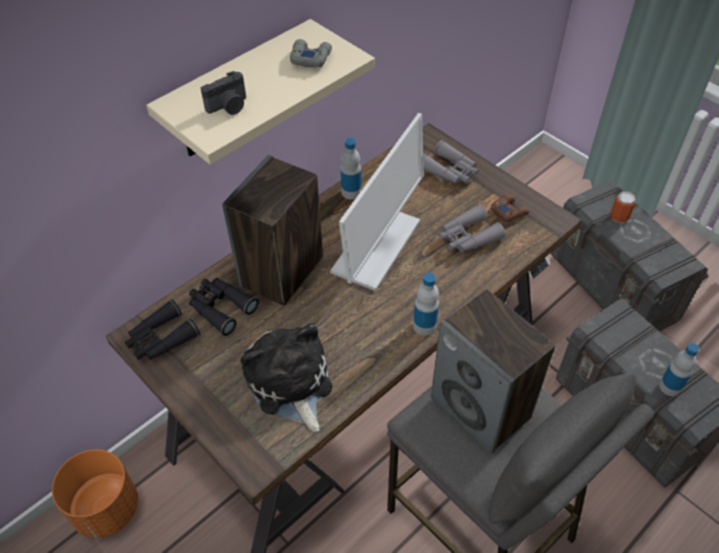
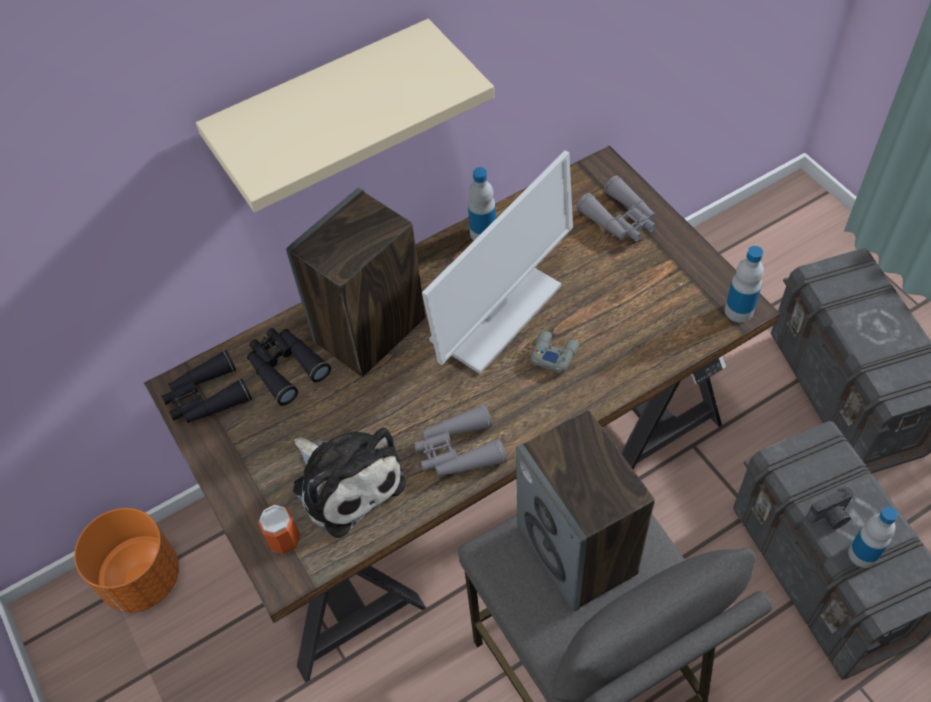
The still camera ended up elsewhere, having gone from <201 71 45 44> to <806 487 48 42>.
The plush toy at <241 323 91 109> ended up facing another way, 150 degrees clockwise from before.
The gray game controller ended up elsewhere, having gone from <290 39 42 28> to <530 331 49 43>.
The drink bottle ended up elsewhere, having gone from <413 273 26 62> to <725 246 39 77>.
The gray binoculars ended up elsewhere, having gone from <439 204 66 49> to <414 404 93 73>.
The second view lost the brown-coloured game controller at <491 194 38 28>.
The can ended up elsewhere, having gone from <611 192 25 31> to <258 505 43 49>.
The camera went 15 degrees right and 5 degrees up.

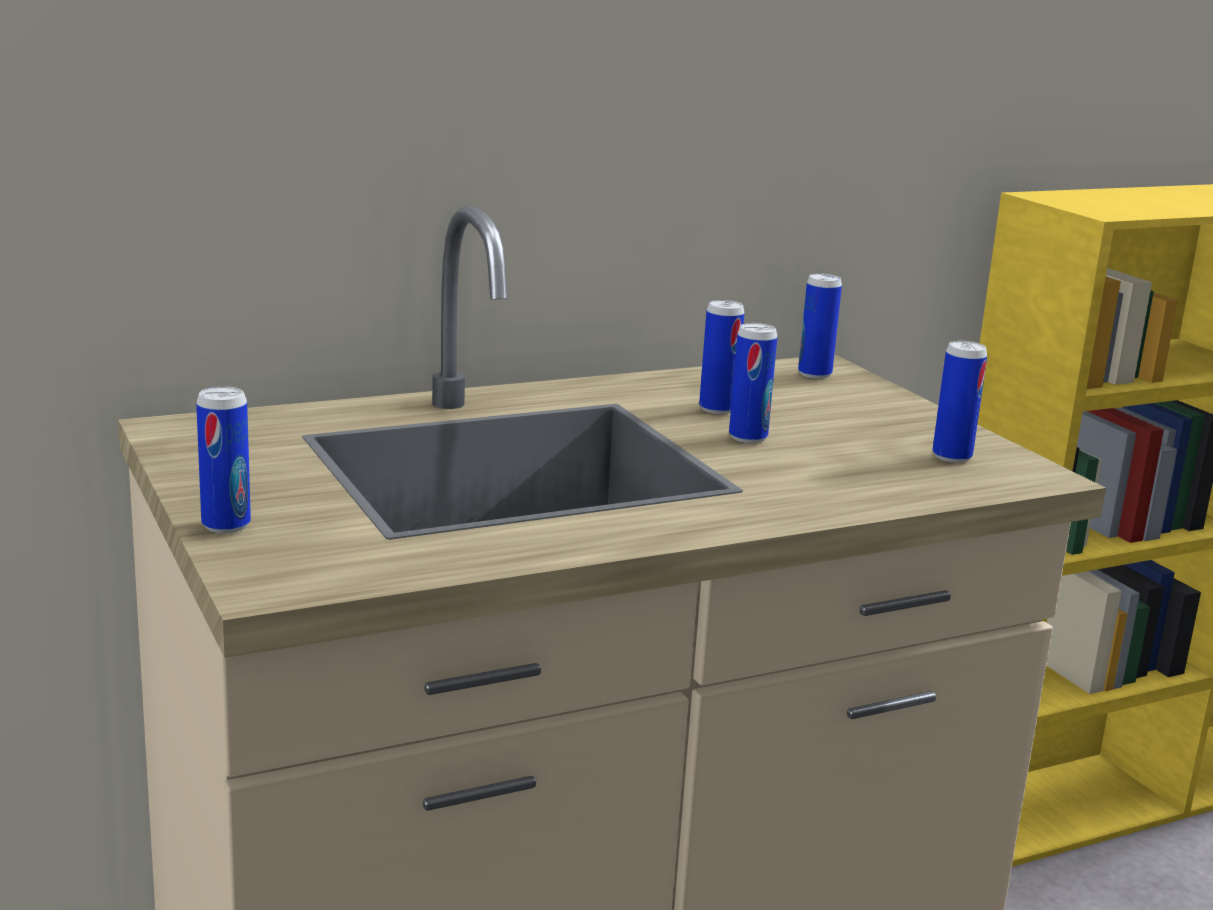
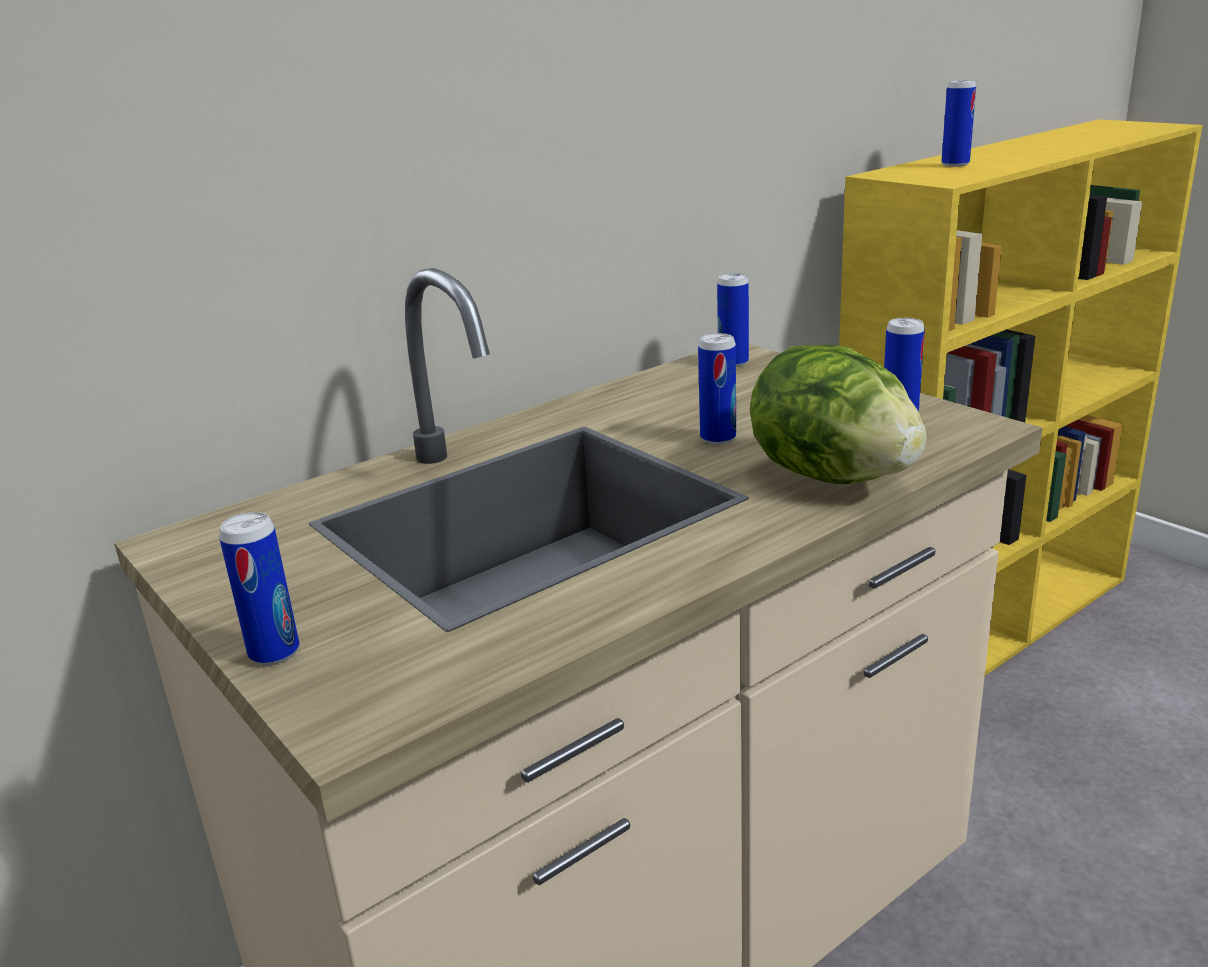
The can ended up elsewhere, having gone from <699 300 46 114> to <941 80 35 87>.
The second view gained the head of lettuce at <750 345 176 139>.
The camera went 10 degrees left and 5 degrees up.

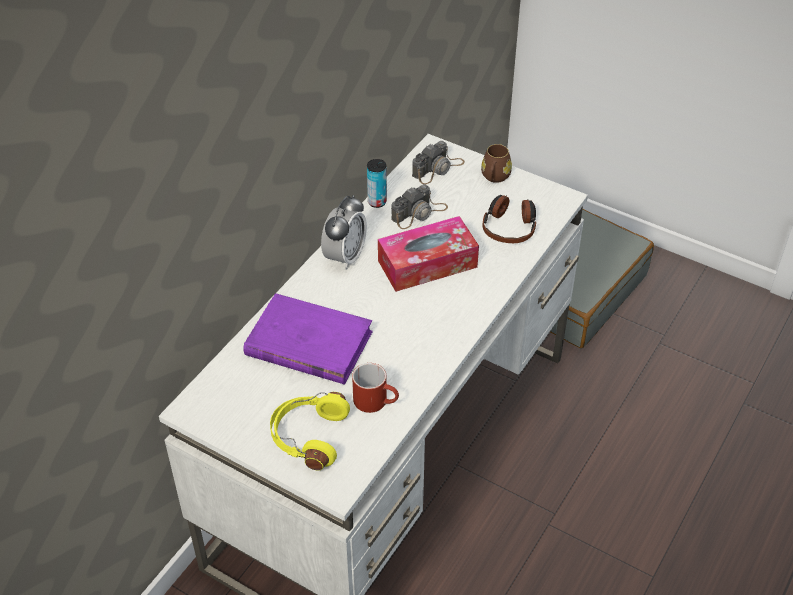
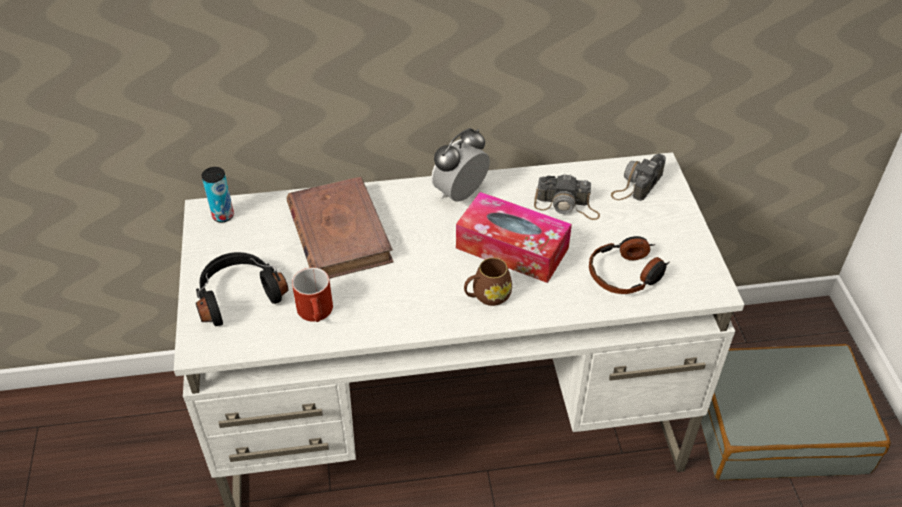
What was the purplish volume at <243 293 130 92> turned into the brown-coloured volume at <287 177 106 102>.
What was the yellow-coloured pair of headphones at <270 392 80 79> turned into the black pair of headphones at <196 252 92 74>.
The bedside clock at <321 195 46 75> ended up facing another way, 150 degrees clockwise from before.
The can ended up elsewhere, having gone from <367 159 20 49> to <202 167 32 56>.
The still camera at <412 141 53 43> ended up facing another way, 120 degrees clockwise from before.
The brown-coloured tea mug ended up elsewhere, having gone from <481 144 31 39> to <464 258 48 48>.
The camera went 50 degrees right and 0 degrees up.

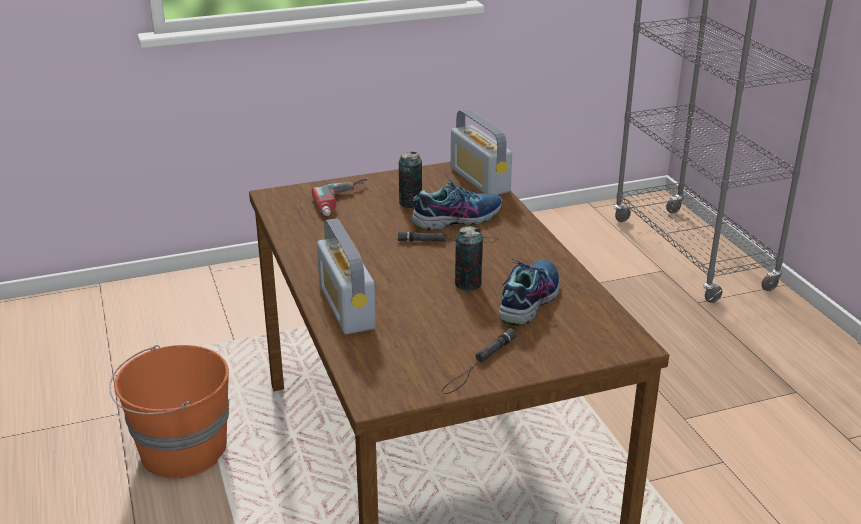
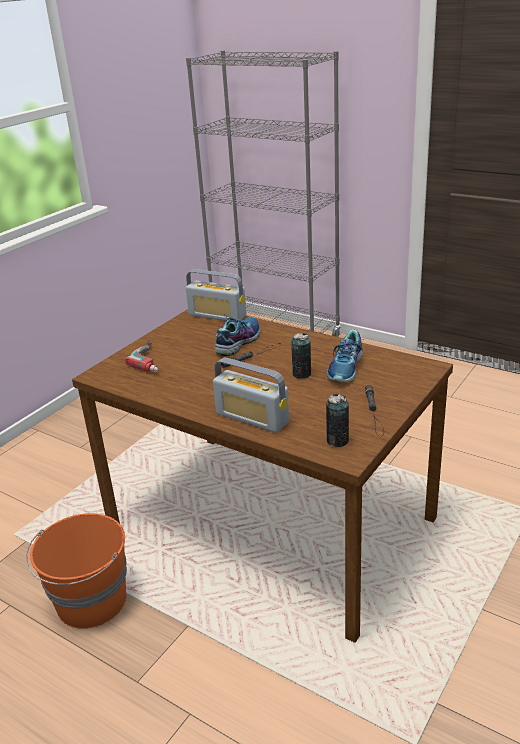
The can ended up elsewhere, having gone from <398 152 24 56> to <326 394 23 53>.
The low shoe at <499 256 61 70> ended up facing another way, 150 degrees counterclockwise from before.
The camera went 35 degrees left and 0 degrees up.

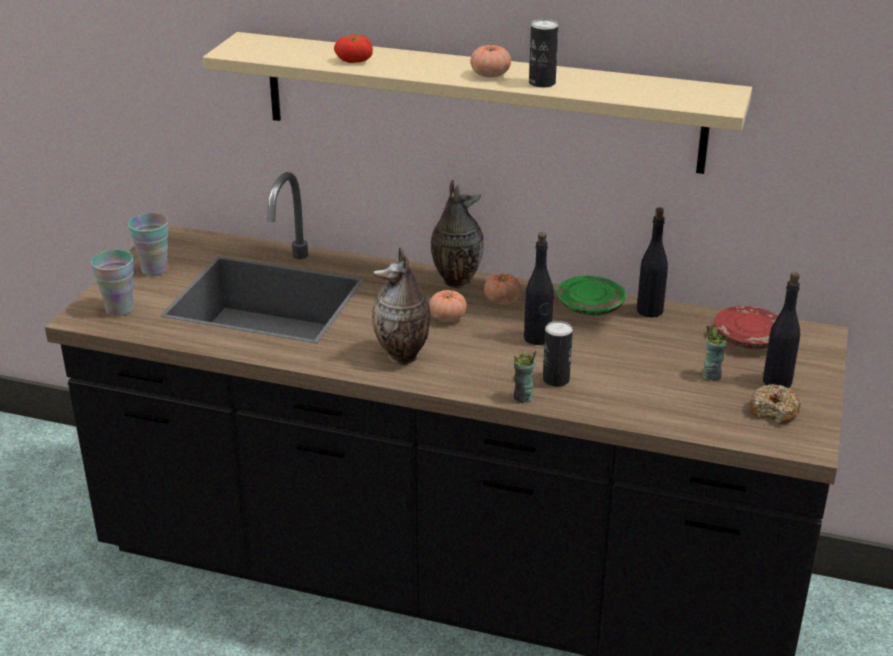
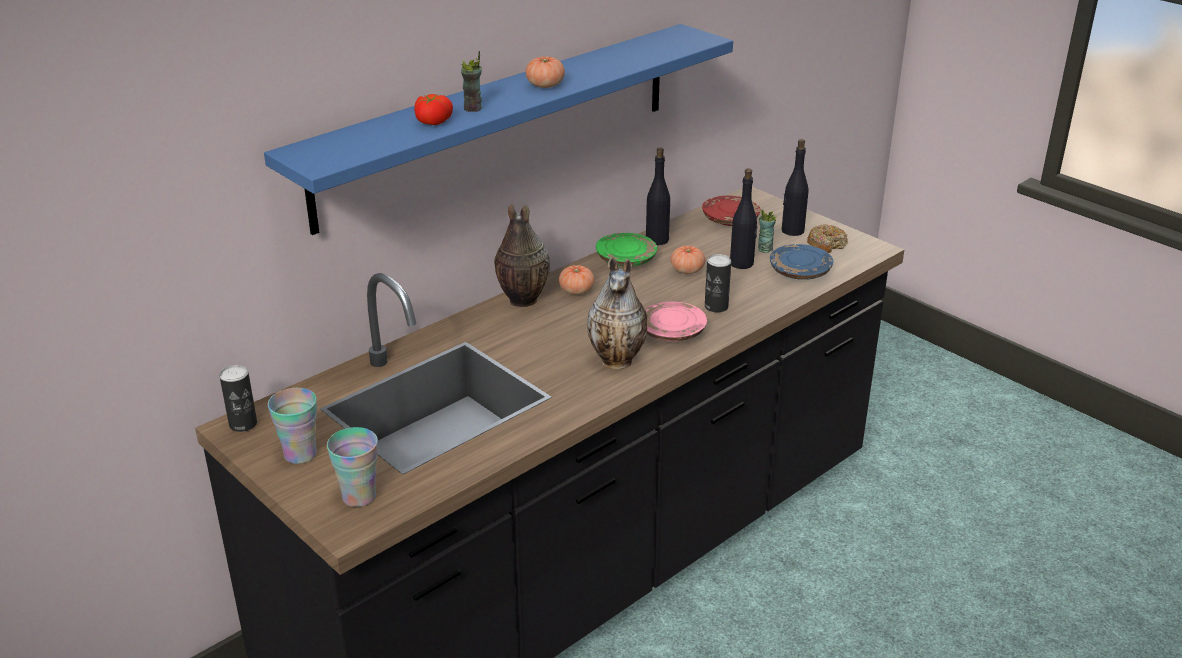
What was the beige wall shelf at <203 32 549 142> turned into the blue wall shelf at <264 24 469 211>.
The fresh tomato ended up elsewhere, having gone from <429 290 38 32> to <670 246 35 28>.
The drinking cup ended up elsewhere, having gone from <514 350 22 53> to <461 51 21 61>.
The black drink bottle ended up elsewhere, having gone from <524 232 30 113> to <730 168 28 101>.
The can ended up elsewhere, having gone from <529 19 29 69> to <219 365 38 67>.
The second view gained the pinkish dinner plate at <645 302 62 40>.
The second view gained the blue dinner plate at <770 244 63 36>.
The camera went 60 degrees left and 0 degrees up.

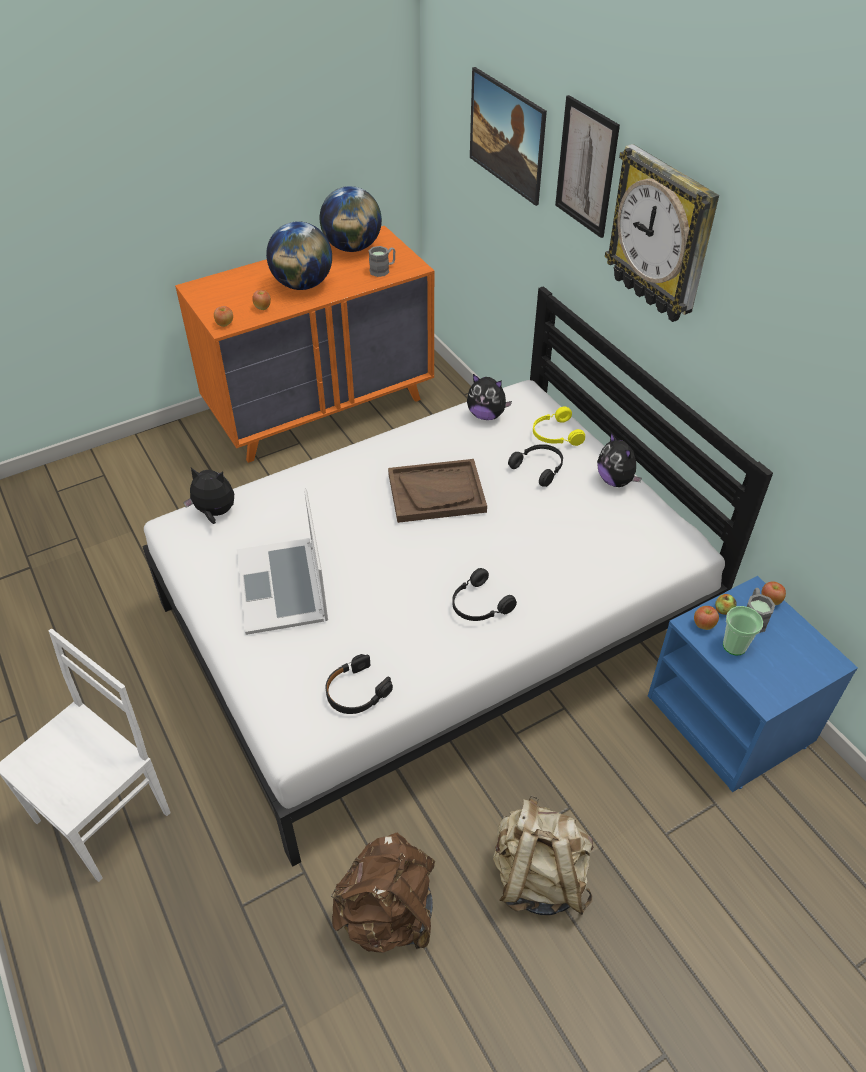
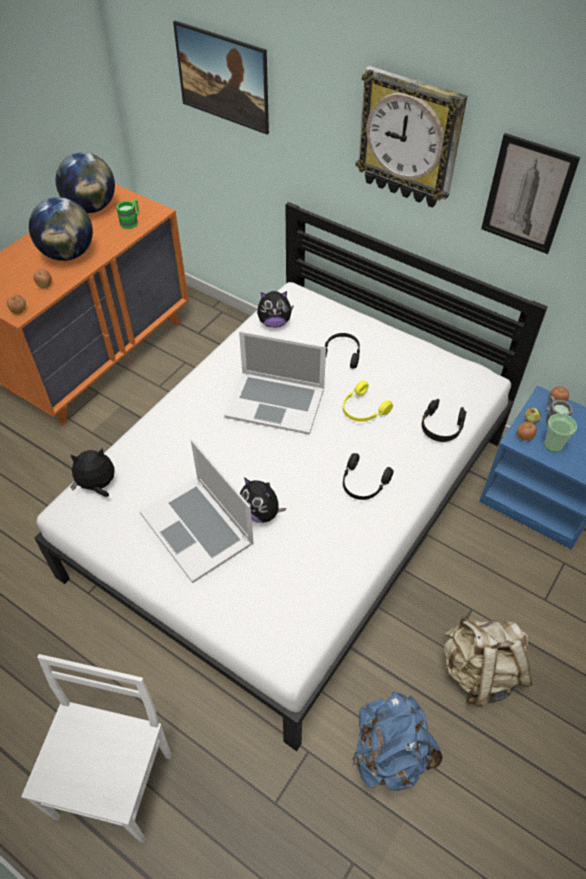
The black pair of headphones ended up elsewhere, having gone from <326 654 67 60> to <422 399 44 43>.
What was the brown-coloured rucksack at <331 832 104 121> turned into the blue rucksack at <353 692 90 99>.
What was the gray tea mug at <368 246 27 31> turned into the green-coloured tea mug at <116 200 23 29>.
Where the brown-coloured tray stood at <388 459 99 64>, the notebook computer came to stand at <224 331 102 104>.
The yellow-coloured pair of headphones ended up elsewhere, having gone from <533 406 52 40> to <343 380 50 42>.
The picture ended up elsewhere, having gone from <555 95 65 143> to <481 133 99 121>.
The plush toy ended up elsewhere, having gone from <597 433 45 54> to <240 477 46 46>.
The camera went 25 degrees left and 5 degrees up.

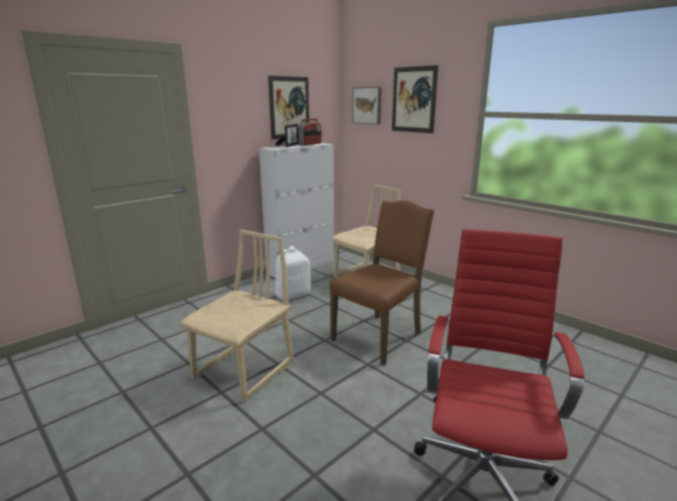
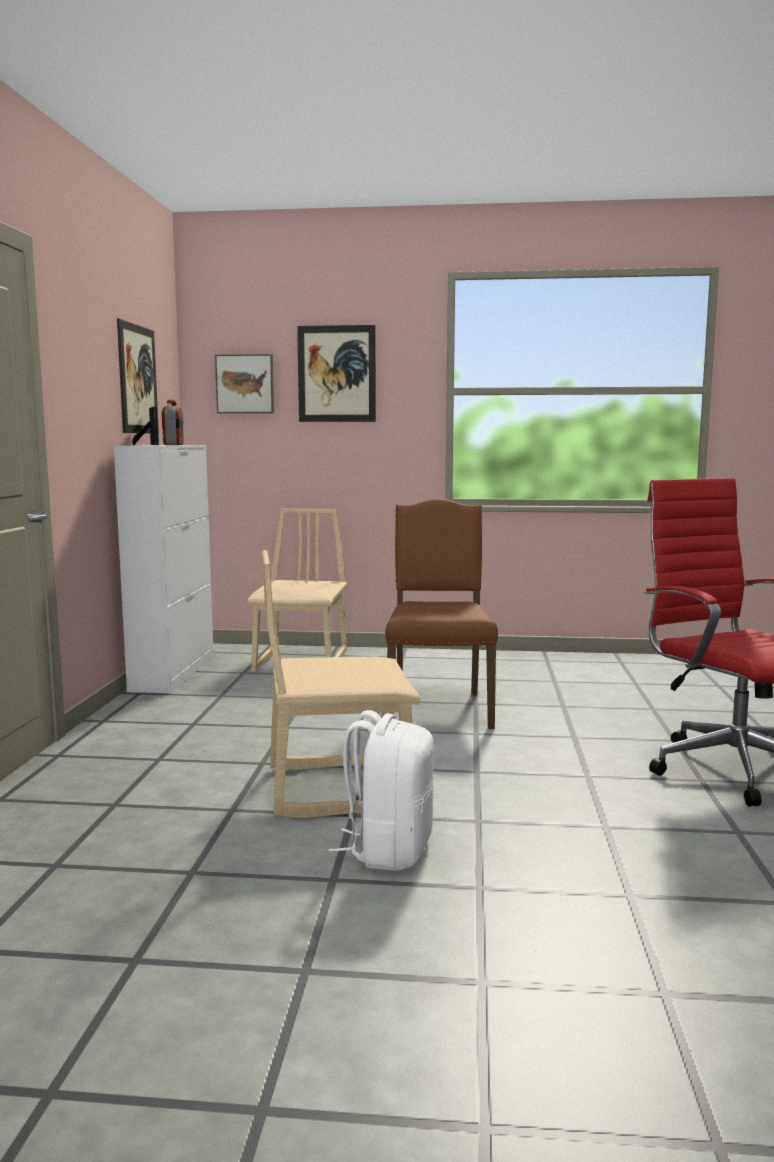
The beige upright chair at <180 230 114 172> ended up facing another way, 90 degrees counterclockwise from before.
The white-coloured rucksack ended up elsewhere, having gone from <275 246 36 54> to <329 710 105 161>.
The camera went 40 degrees left and 10 degrees down.

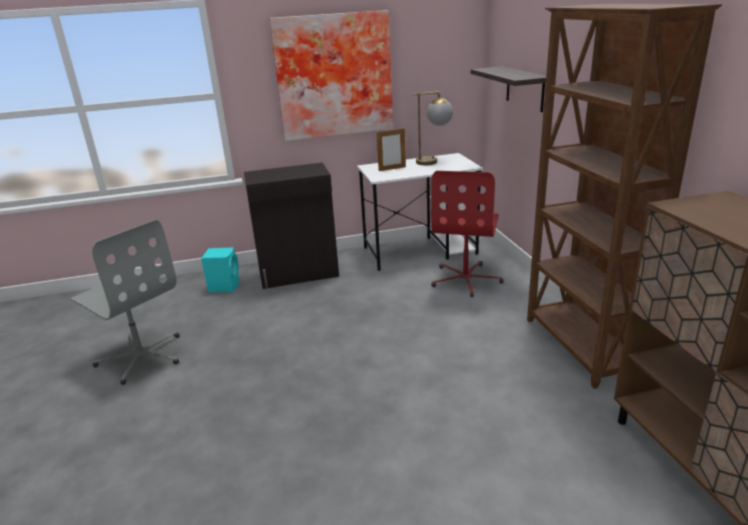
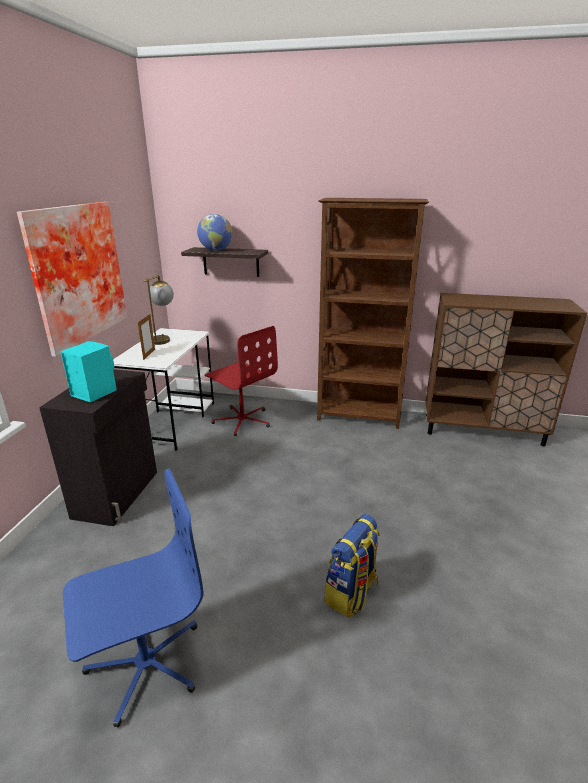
What was the gray computer chair at <71 220 109 165> turned into the blue computer chair at <63 468 140 259>.
The blue-green audio speaker ended up elsewhere, having gone from <201 247 39 45> to <60 341 57 62>.
The second view gained the world globe at <197 214 36 37>.
The second view gained the rucksack at <324 514 56 103>.
The camera went 65 degrees left and 0 degrees up.

